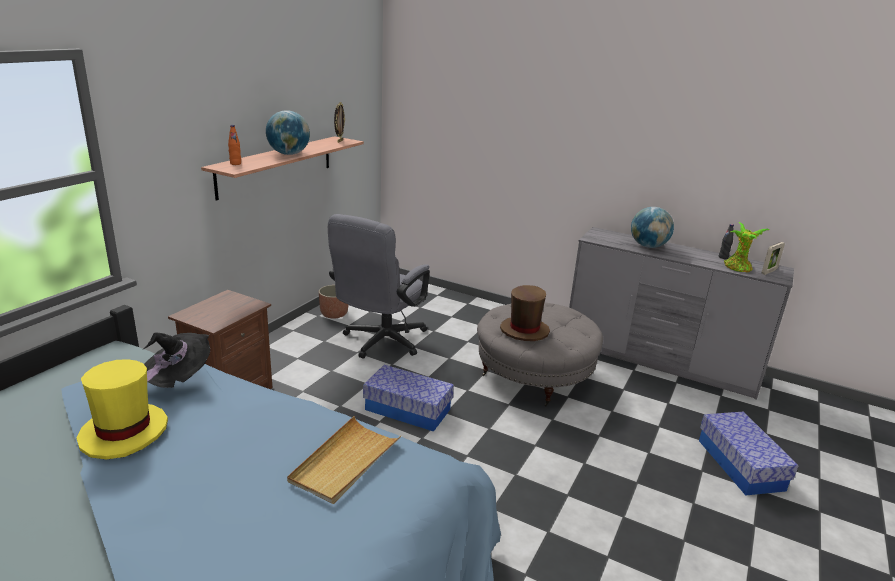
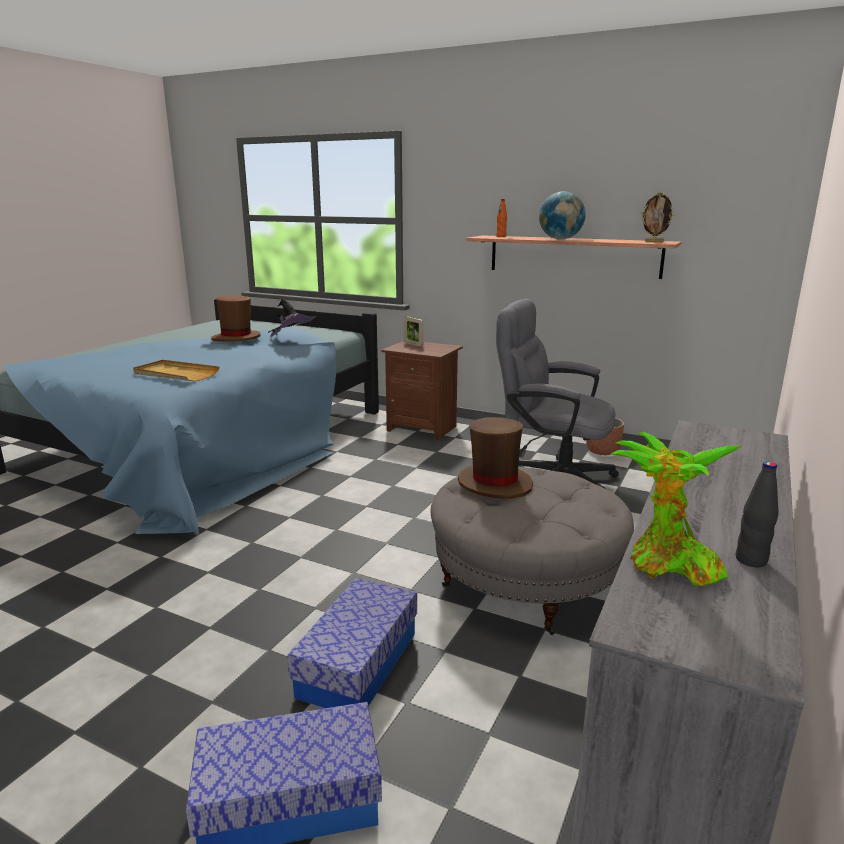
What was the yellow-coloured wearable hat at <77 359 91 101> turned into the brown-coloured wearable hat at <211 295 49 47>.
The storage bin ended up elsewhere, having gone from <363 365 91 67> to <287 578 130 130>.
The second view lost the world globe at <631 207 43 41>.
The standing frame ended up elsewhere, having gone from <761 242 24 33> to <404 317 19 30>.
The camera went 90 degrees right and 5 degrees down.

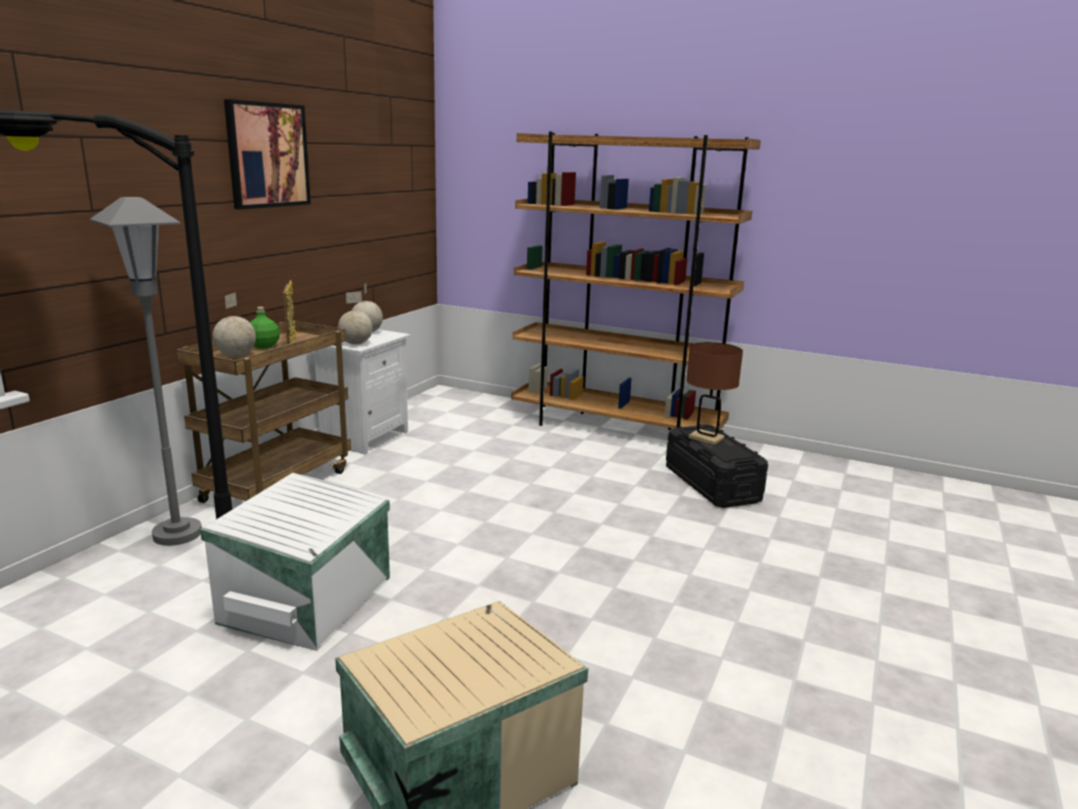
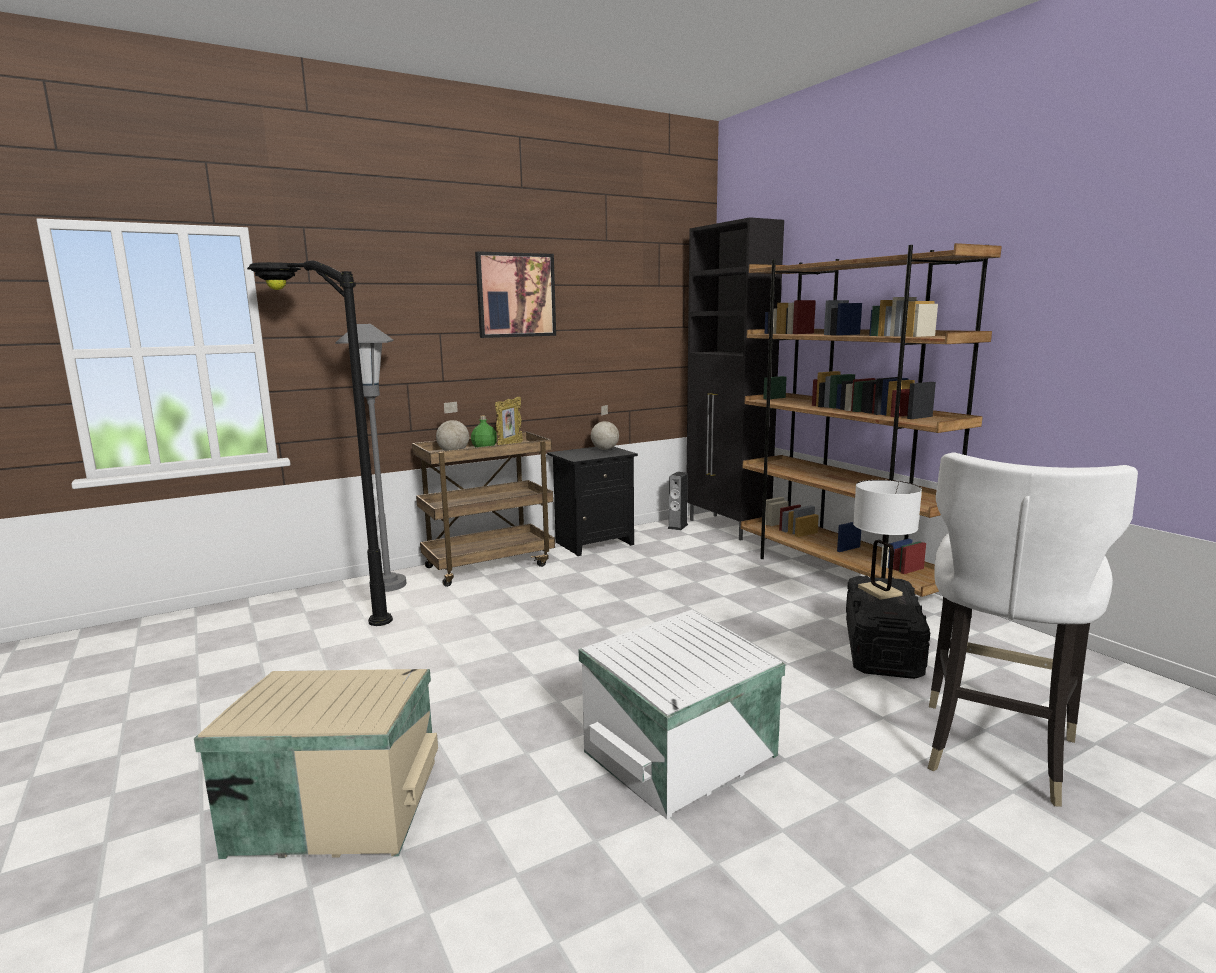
The white-coloured storage bin ended up elsewhere, having gone from <200 473 190 178> to <579 610 206 209>.
What was the white-coloured nightstand at <314 329 96 126> turned into the black nightstand at <547 447 91 109>.
The second view lost the world globe at <338 292 35 53>.
What was the brown-coloured table lamp at <686 342 57 103> turned into the white-coloured table lamp at <853 480 69 120>.
The second view gained the audio speaker at <668 472 20 58>.
The second view gained the black cabinet at <687 217 97 324>.
The second view gained the white-coloured upright chair at <928 452 210 355>.
The camera went 35 degrees right and 5 degrees down.

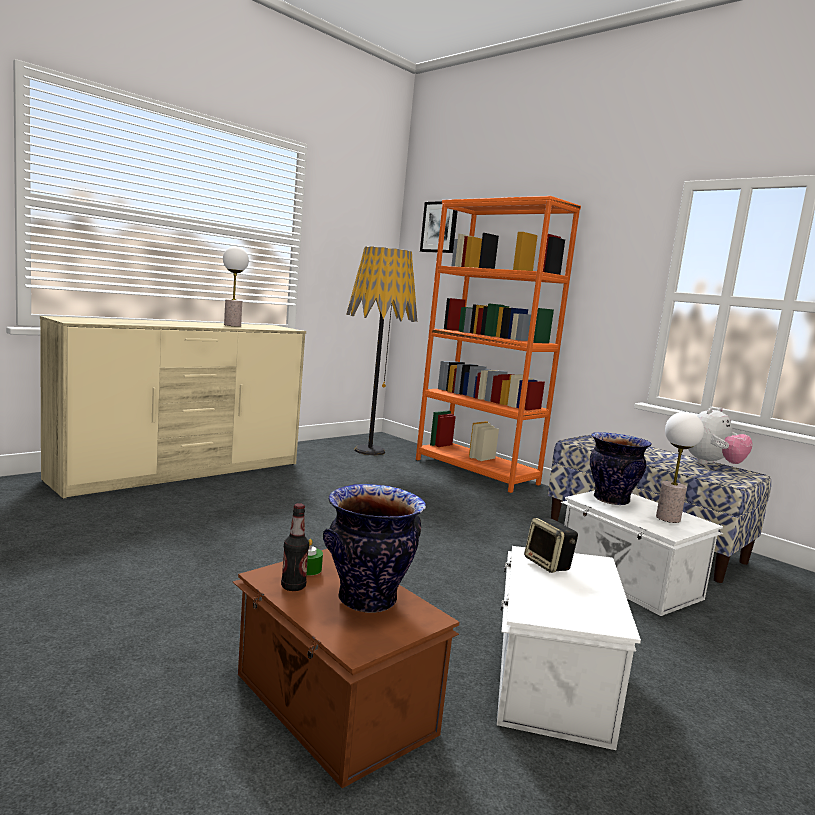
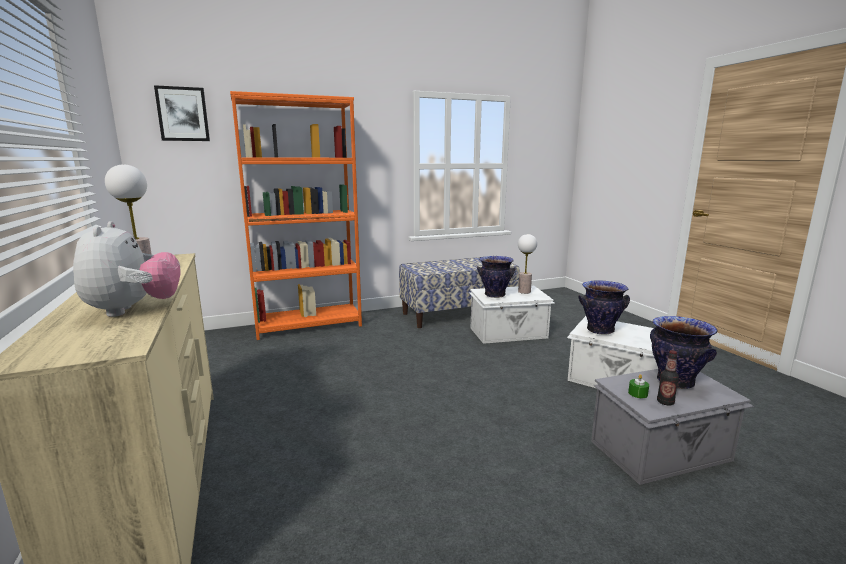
What was the brown-coloured storage bin at <233 549 226 239> turned into the gray storage bin at <591 369 163 116>.
The second view lost the standing lamp at <346 246 71 209>.
Where the audio speaker stood at <524 518 54 55>, the vase came to stand at <578 280 52 54>.
The plush toy ended up elsewhere, having gone from <688 407 65 58> to <73 221 108 96>.
The camera went 65 degrees left and 5 degrees up.

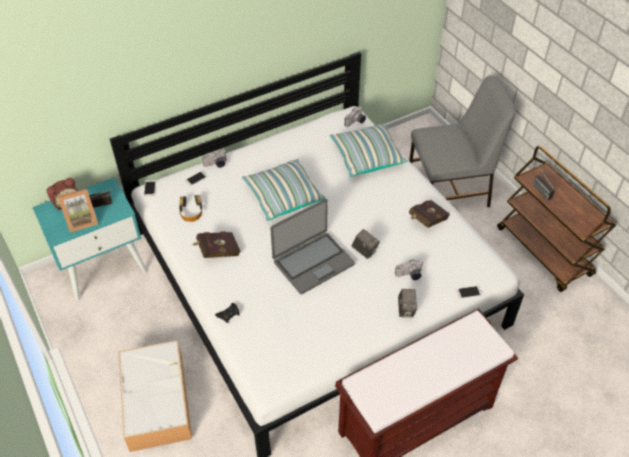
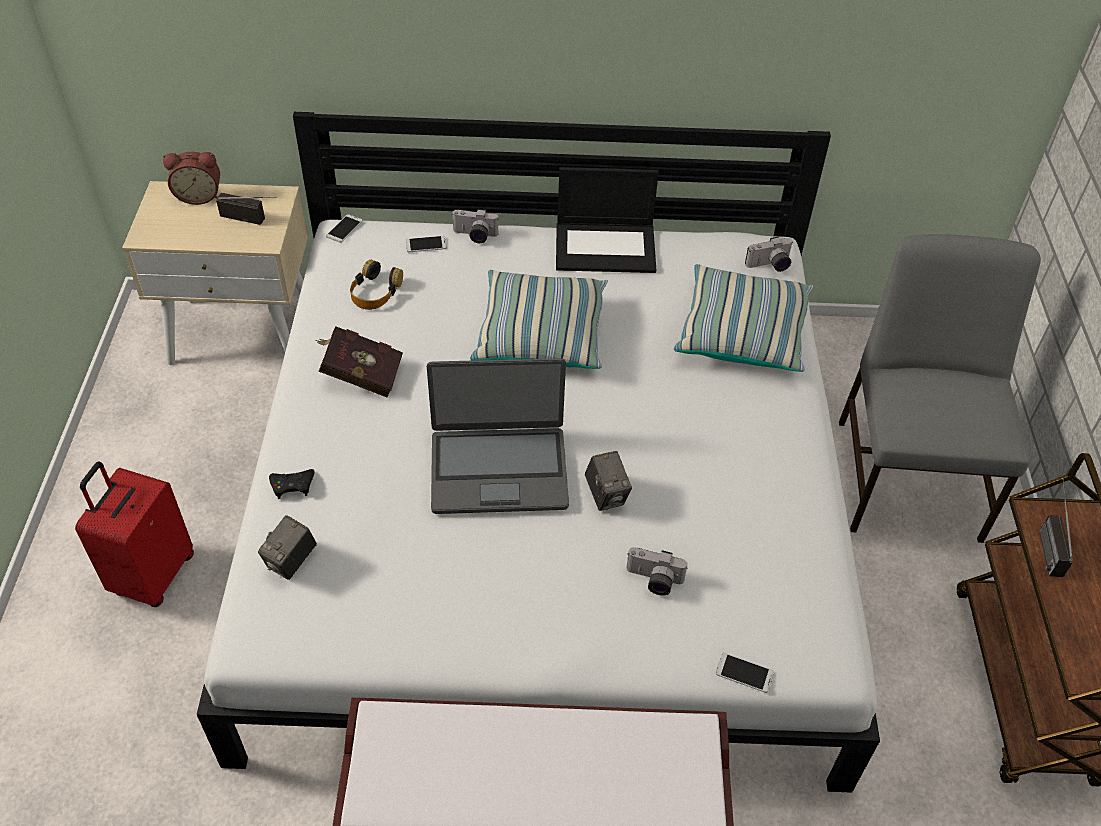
What was the blue-green nightstand at <32 177 115 124> turned into the beige nightstand at <122 181 186 184>.
The second view lost the standing frame at <58 188 40 44>.
Where the storage bin stood at <118 340 74 112>, the red-coloured piece of luggage came to stand at <75 462 119 145>.
The still camera ended up elsewhere, having gone from <398 289 19 28> to <258 515 59 65>.
The gray upright chair at <409 75 107 132> ended up facing another way, 105 degrees counterclockwise from before.
The second view lost the red-coloured volume at <409 200 41 28>.
The second view gained the notebook computer at <556 167 103 106>.
The camera went 30 degrees right and 0 degrees up.

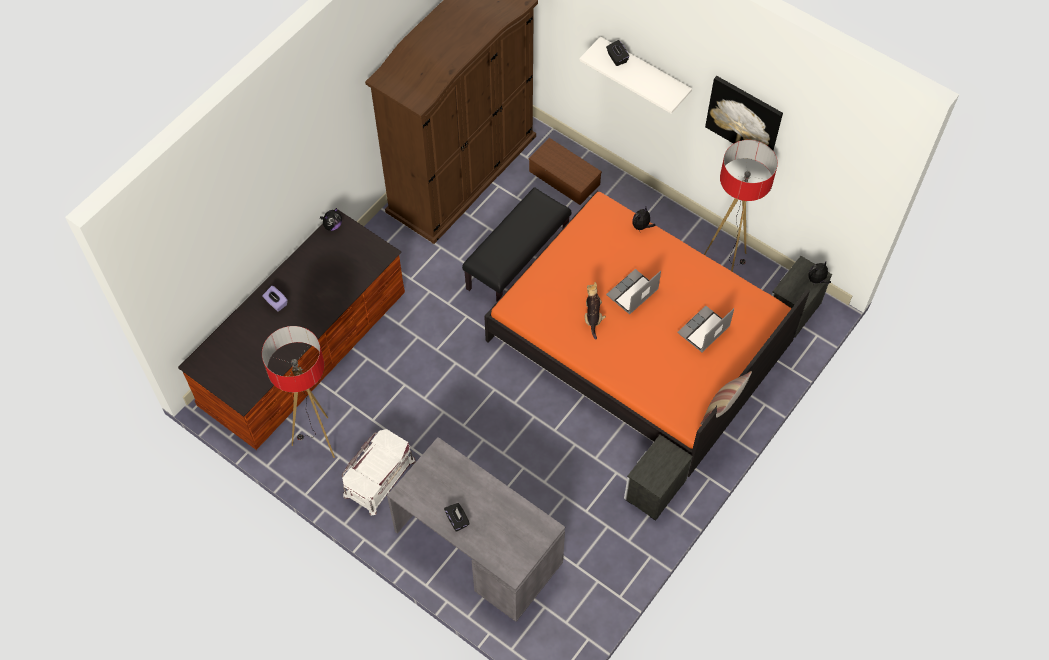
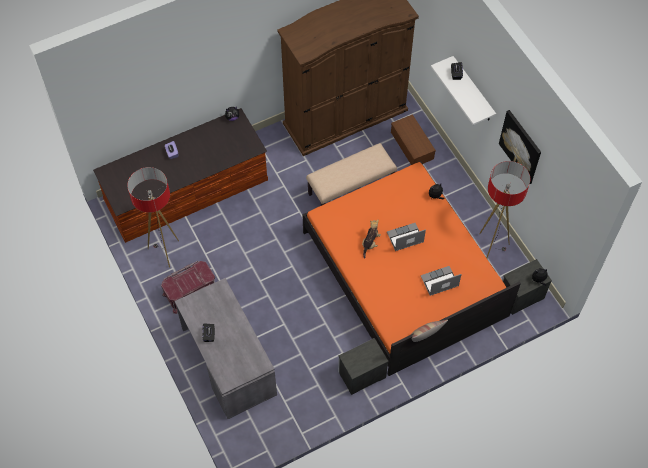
What was the white-coloured storage bin at <342 429 74 87> turned into the red-coloured storage bin at <161 261 54 53>.
What was the black indoor bench at <462 187 109 115> turned into the beige indoor bench at <306 143 91 63>.
The camera went 25 degrees right and 0 degrees up.

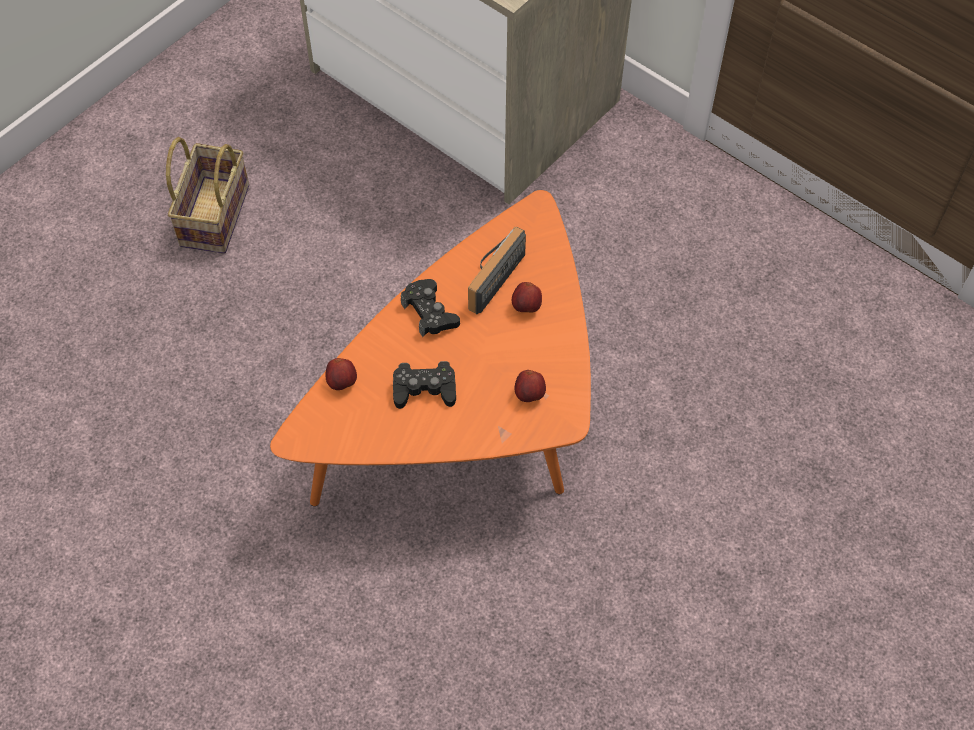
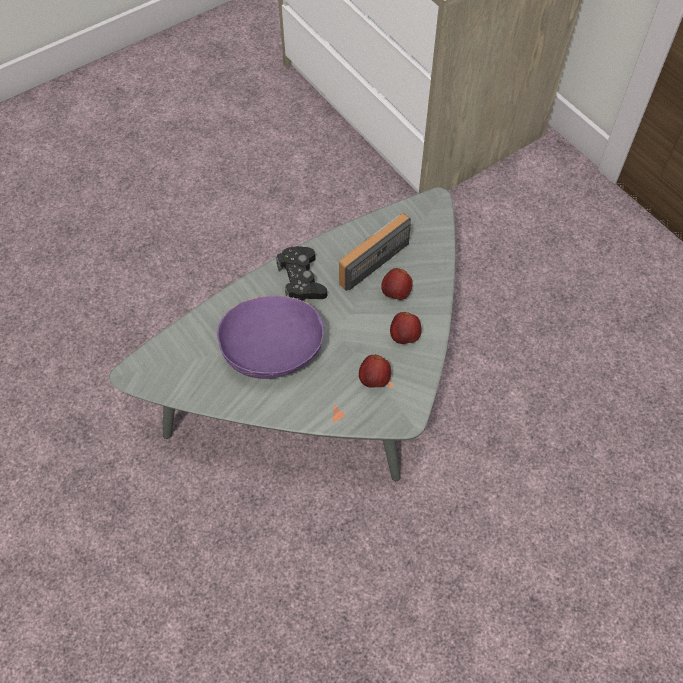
The second view lost the storage basket at <166 137 83 117>.
What was the orange-coloured coffee table at <270 190 321 316> turned into the gray coffee table at <109 187 347 294>.
The apple fruit ended up elsewhere, having gone from <325 358 32 32> to <390 312 32 32>.
Where the black game controller stood at <393 361 63 48>, the purplish bowl came to stand at <217 295 107 84>.
The camera went 15 degrees right and 0 degrees up.

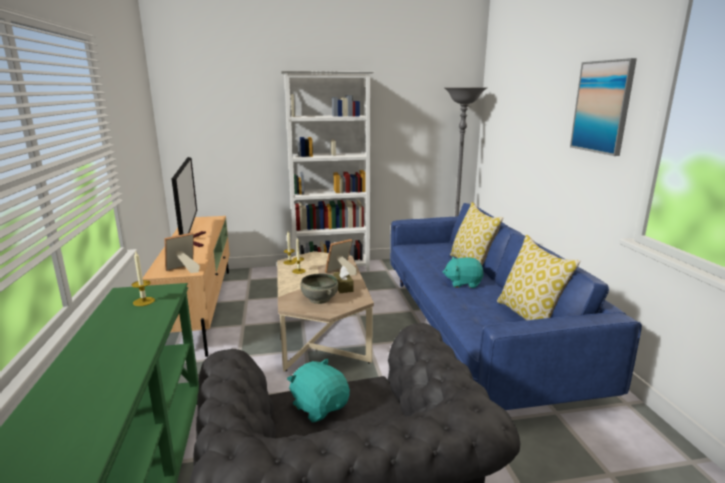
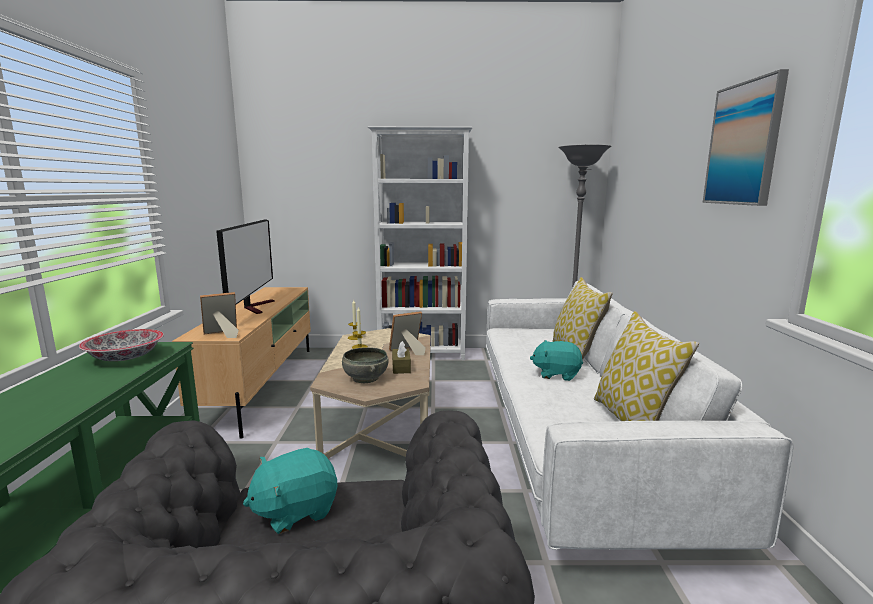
Where the wax light stood at <132 252 23 54>, the bowl came to stand at <79 329 85 32>.
The blue-green plush toy at <287 358 63 64> ended up facing another way, 90 degrees counterclockwise from before.
What was the blue sofa at <390 203 252 207> turned into the white-coloured sofa at <486 281 308 269>.
The camera went 10 degrees right and 5 degrees down.

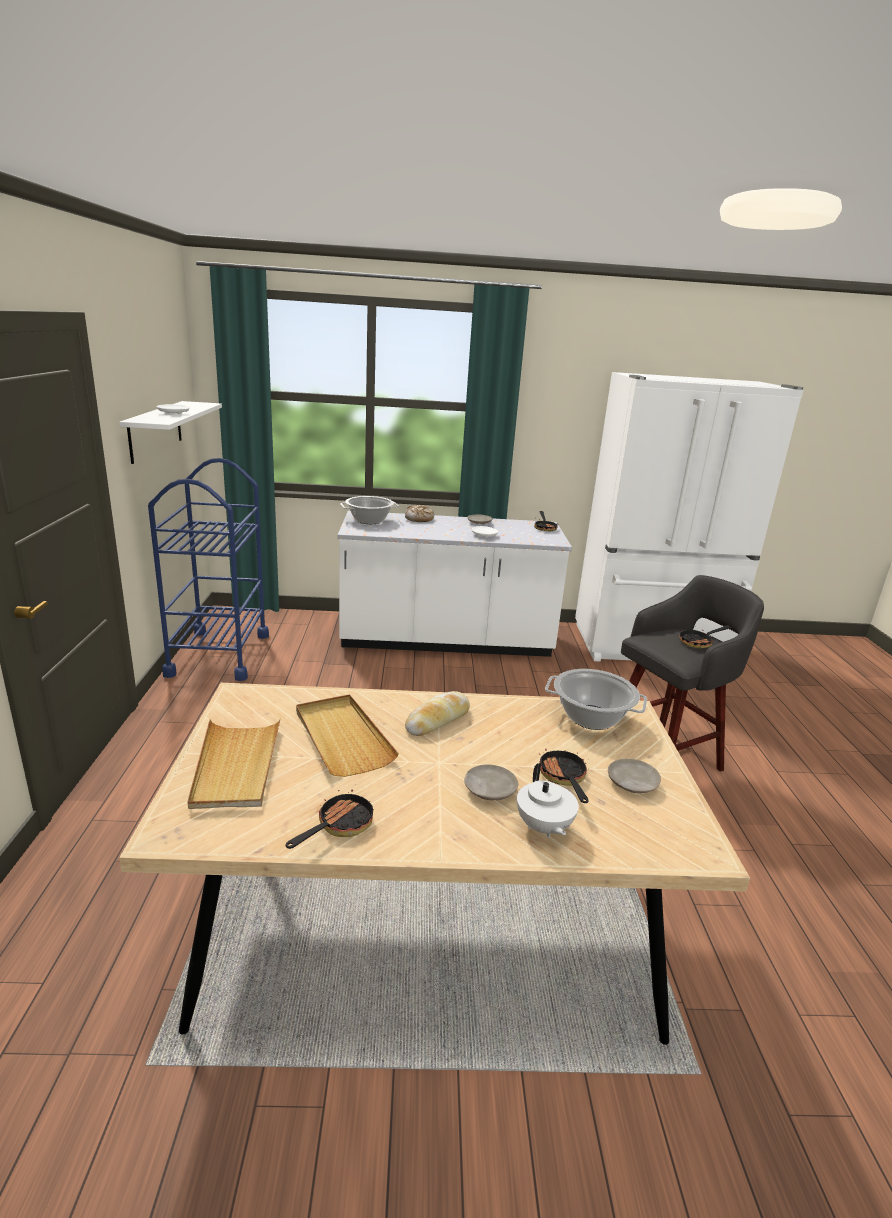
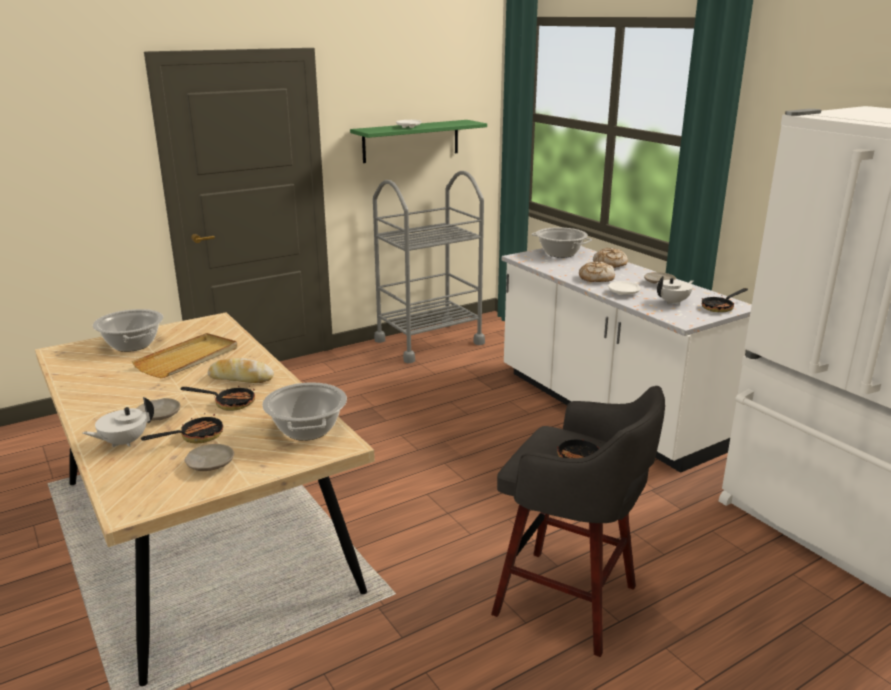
What was the white-coloured wall shelf at <119 401 103 63> turned into the green-coloured wall shelf at <350 120 137 43>.
What was the blue cart at <148 458 121 223> turned into the gray cart at <373 171 112 192>.
Where the beige tray stood at <188 718 93 91>, the cooking pot came to stand at <93 309 70 43>.
The skillet ended up elsewhere, having gone from <286 789 88 60> to <180 386 75 24>.
The second view gained the bakery bread at <579 261 36 21>.
The second view gained the white-coloured teapot at <657 276 36 29>.
The camera went 60 degrees right and 0 degrees up.

